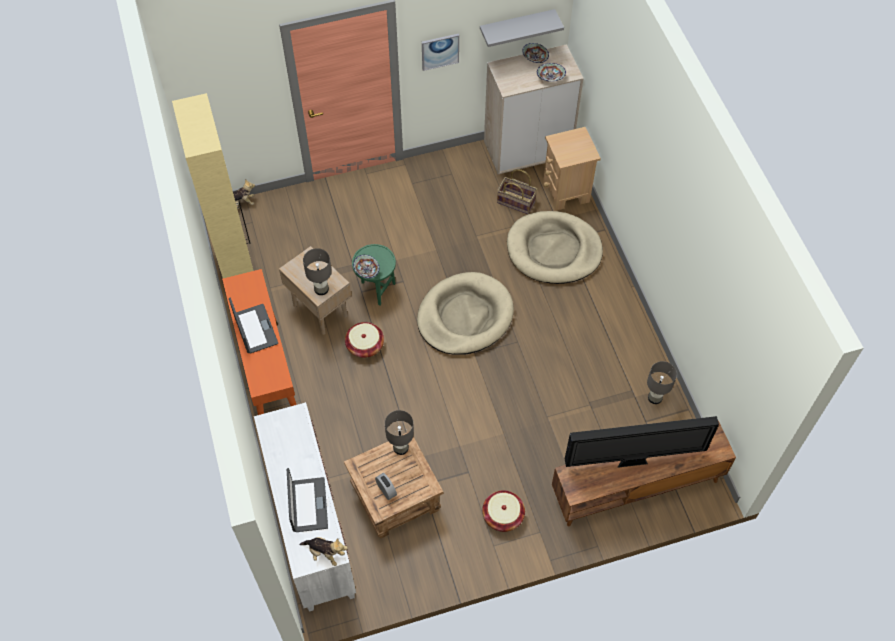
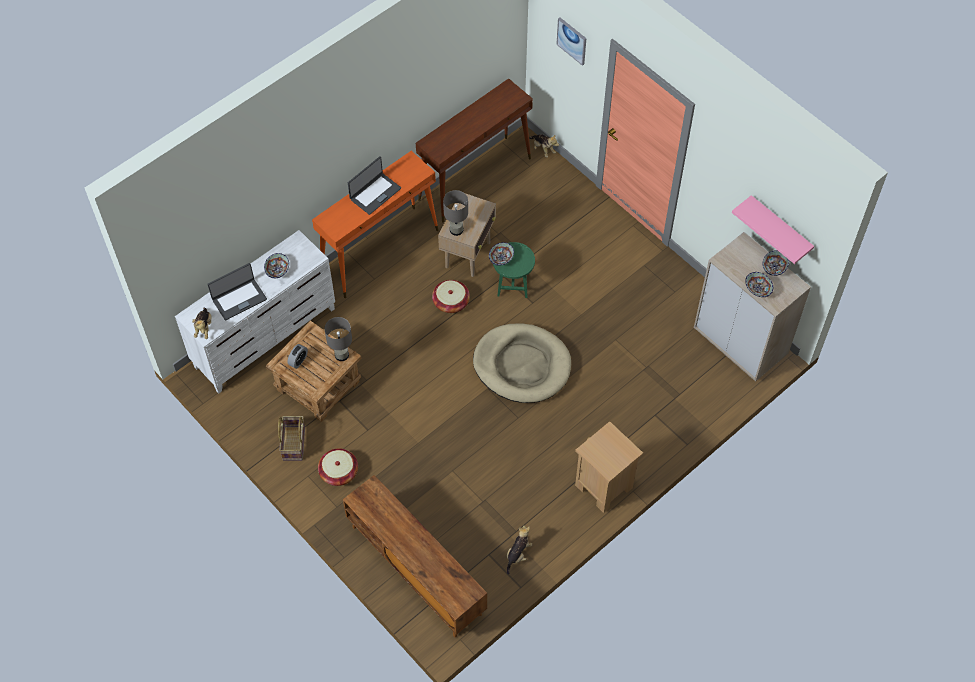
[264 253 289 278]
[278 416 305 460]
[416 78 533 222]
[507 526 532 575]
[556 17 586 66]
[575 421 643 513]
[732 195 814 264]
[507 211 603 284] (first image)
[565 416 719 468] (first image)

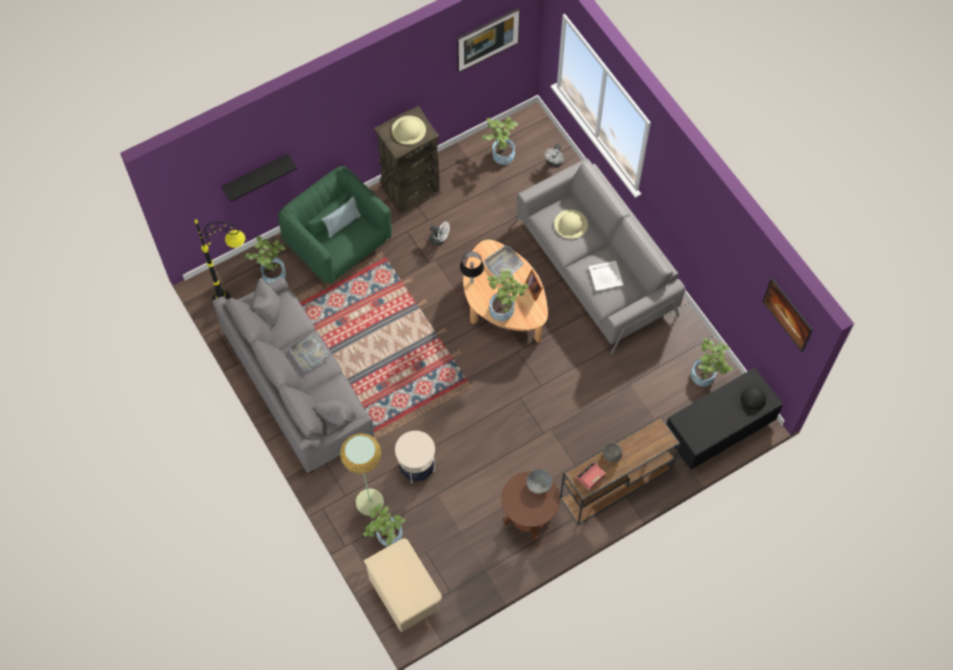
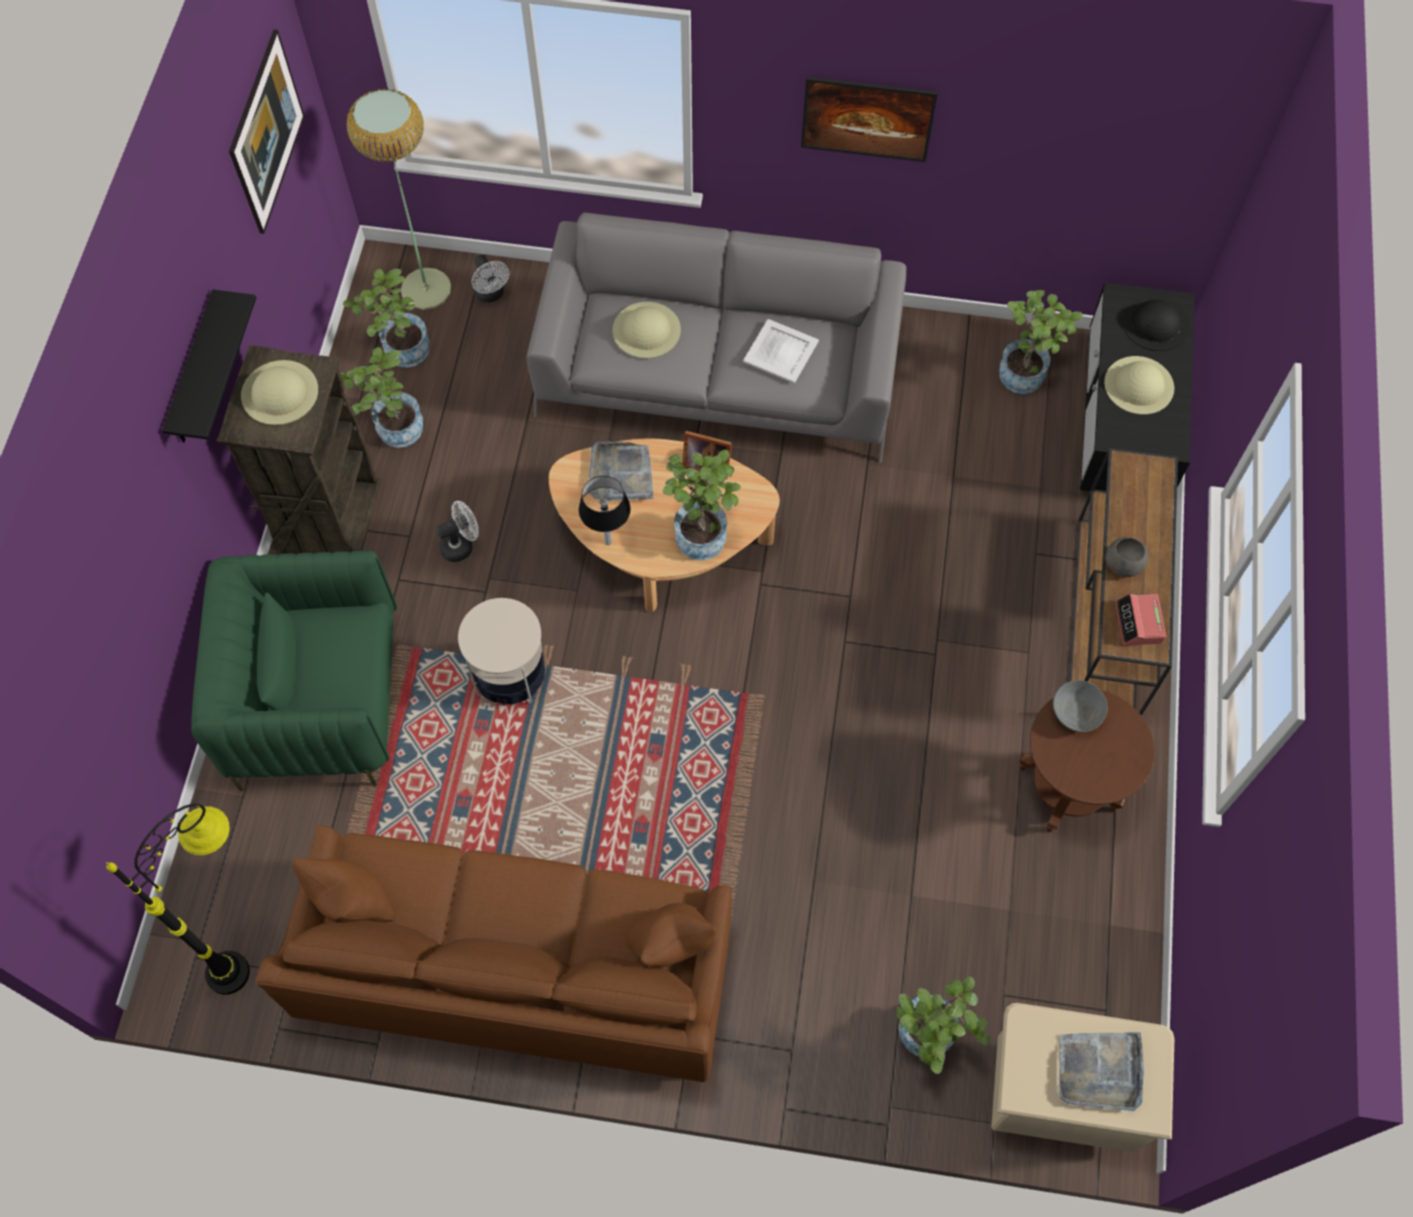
[162 289 256 443]
[256 825 732 1082]
[340 347 423 448]
[346 89 451 310]
[458 598 545 704]
[801 77 938 162]
[1059 1032 1144 1111]
[1104 356 1174 415]
[321 197 361 238] (first image)

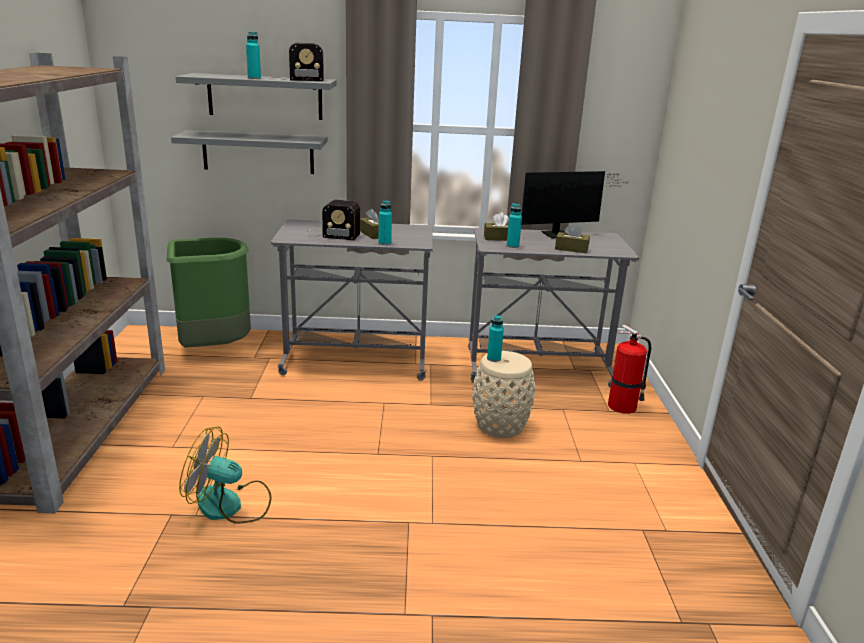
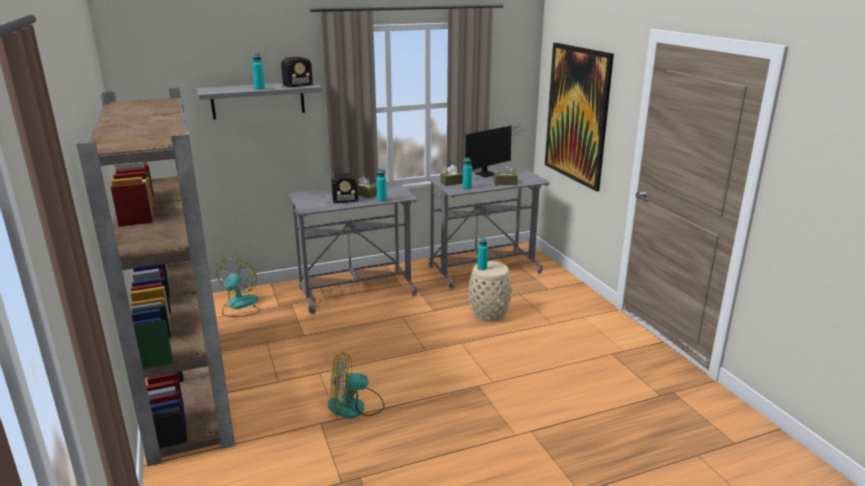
[216 258 261 317]
[545 43 614 192]
[171 130 328 174] (first image)
[608 324 651 414] (first image)

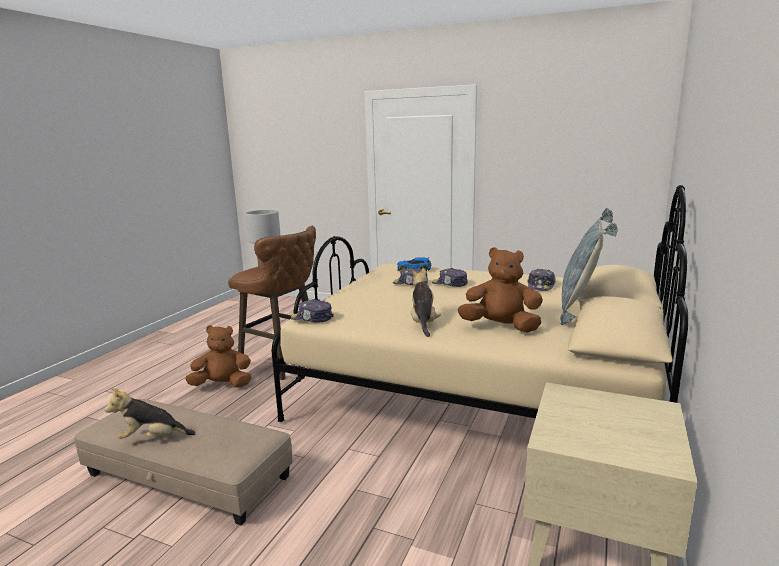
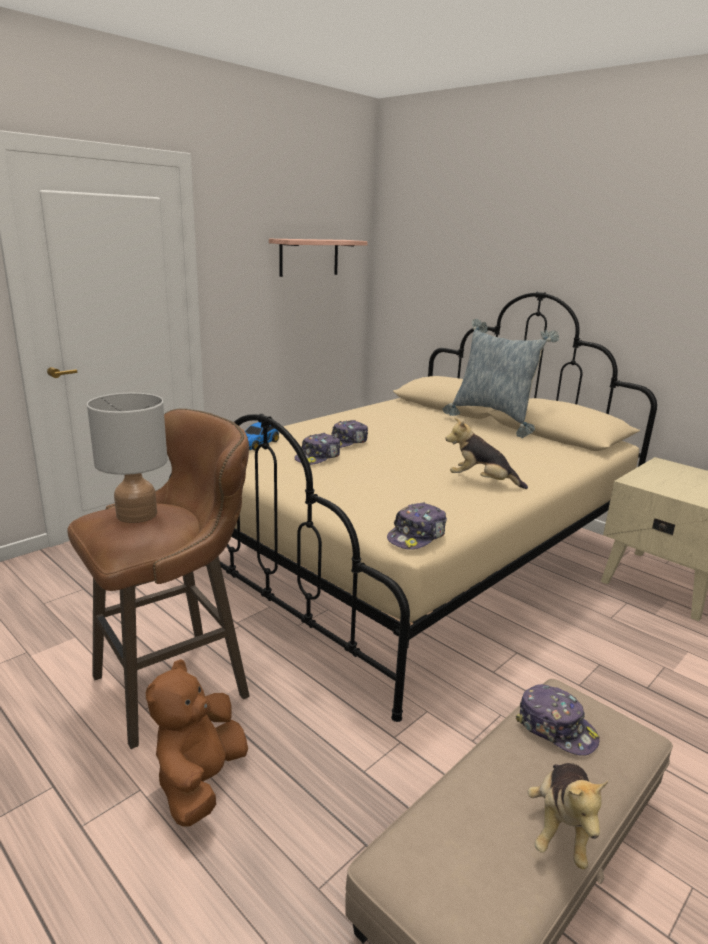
[269 239 368 277]
[515 684 599 756]
[457 247 543 333] (first image)

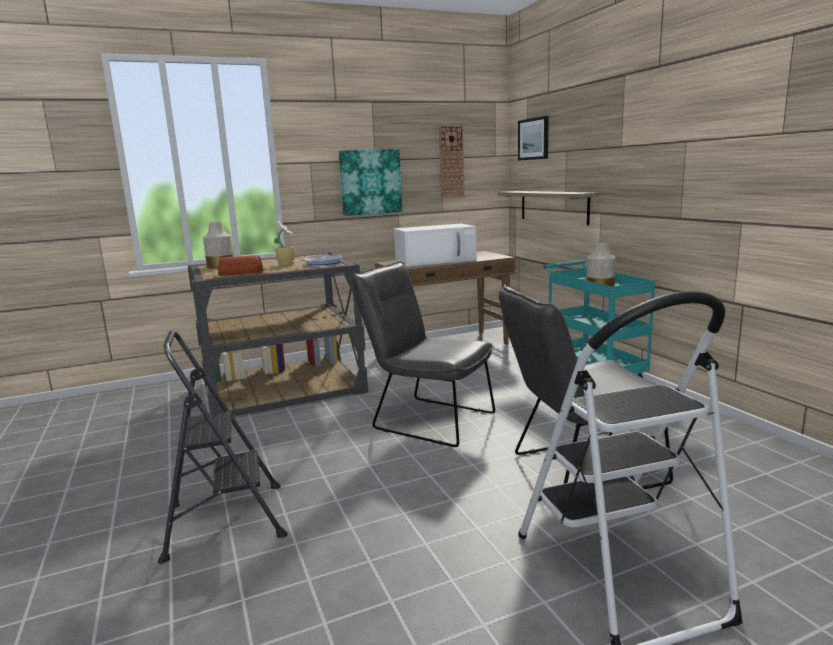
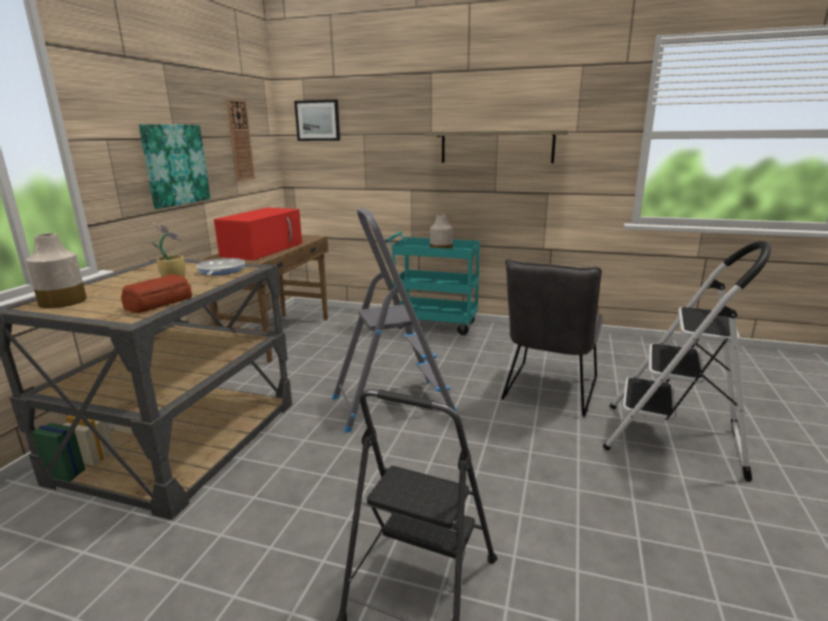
[214 207 302 261]
[332 207 456 433]
[424 130 569 163]

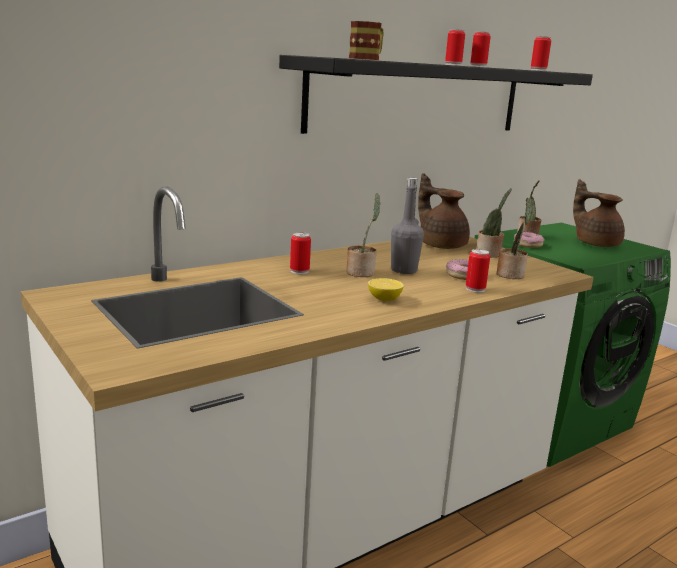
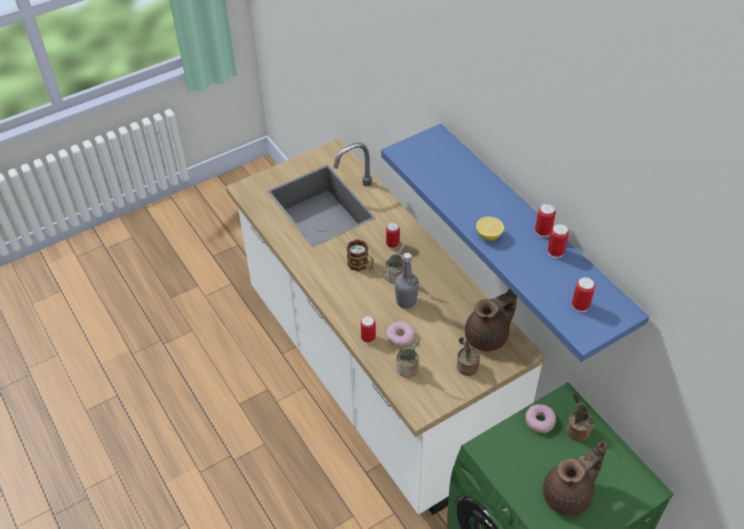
[347 239 374 271]
[381 123 649 362]
[476 216 504 240]

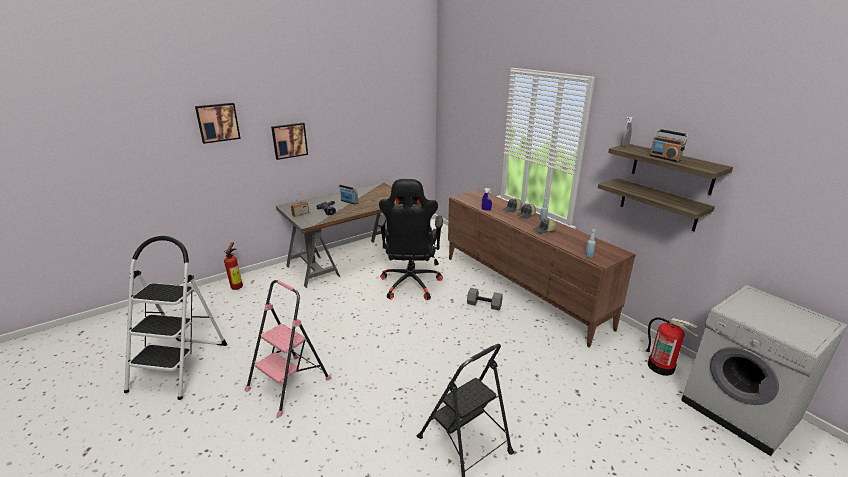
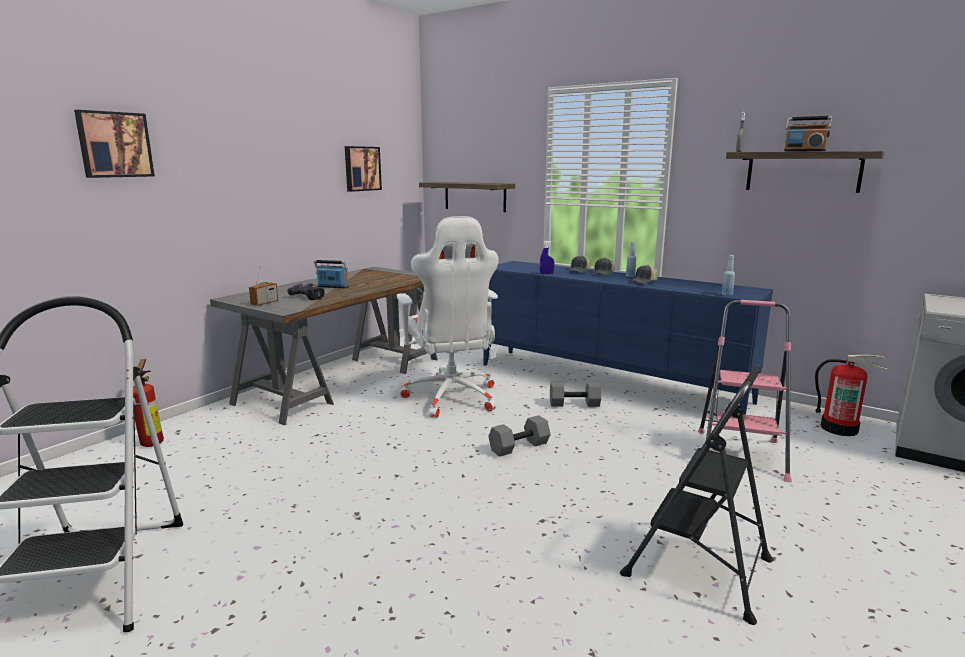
[345 146 382 192]
[397 216 498 418]
[419 182 515 212]
[483 261 773 415]
[488 415 551 457]
[698 300 792 482]

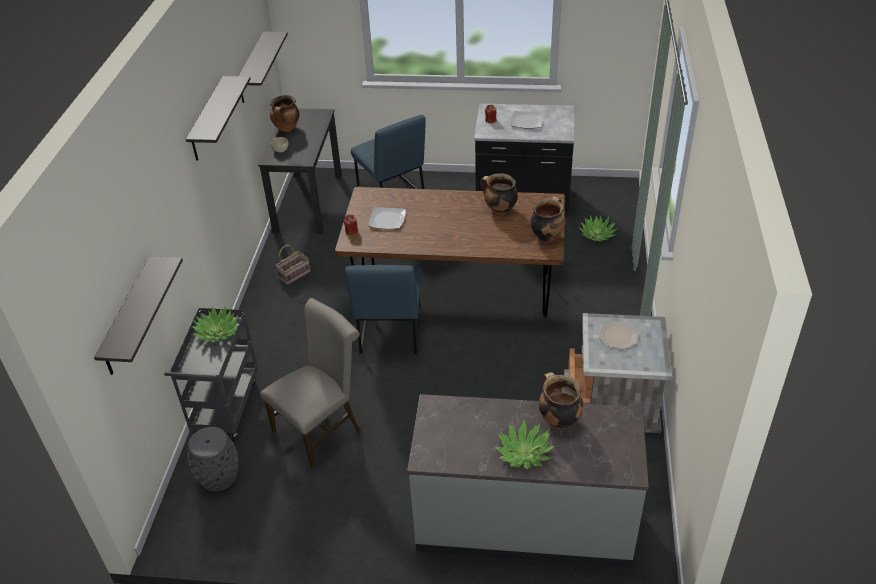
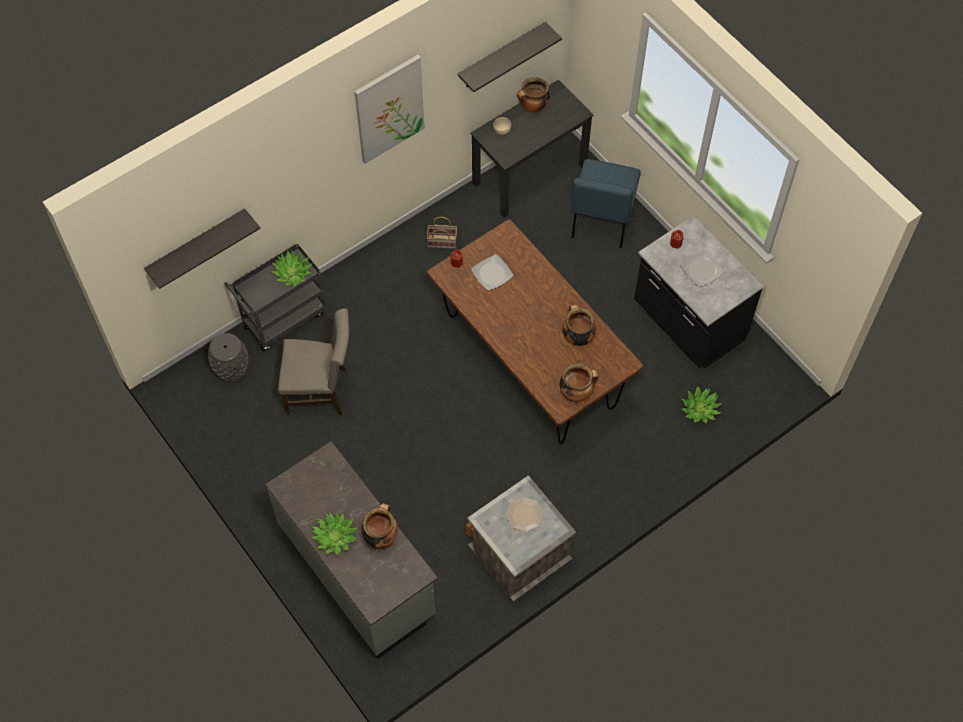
[354 55 425 164]
[345 265 421 354] (first image)

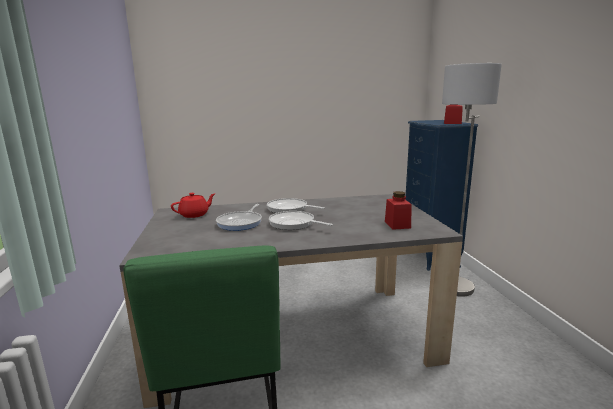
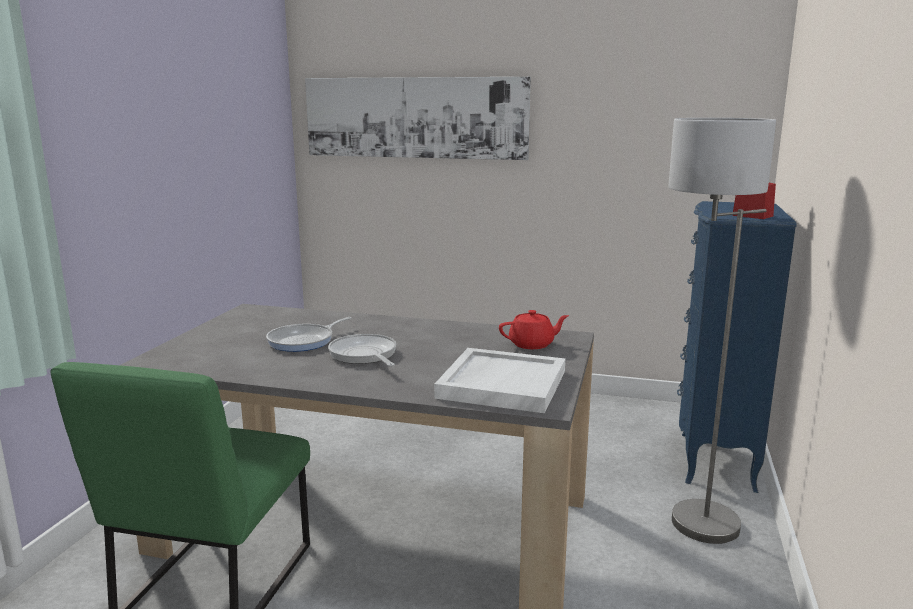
[305 77 531 160]
[434 348 565 413]
[499 310 569 349]
[267 198 325 213] (first image)

